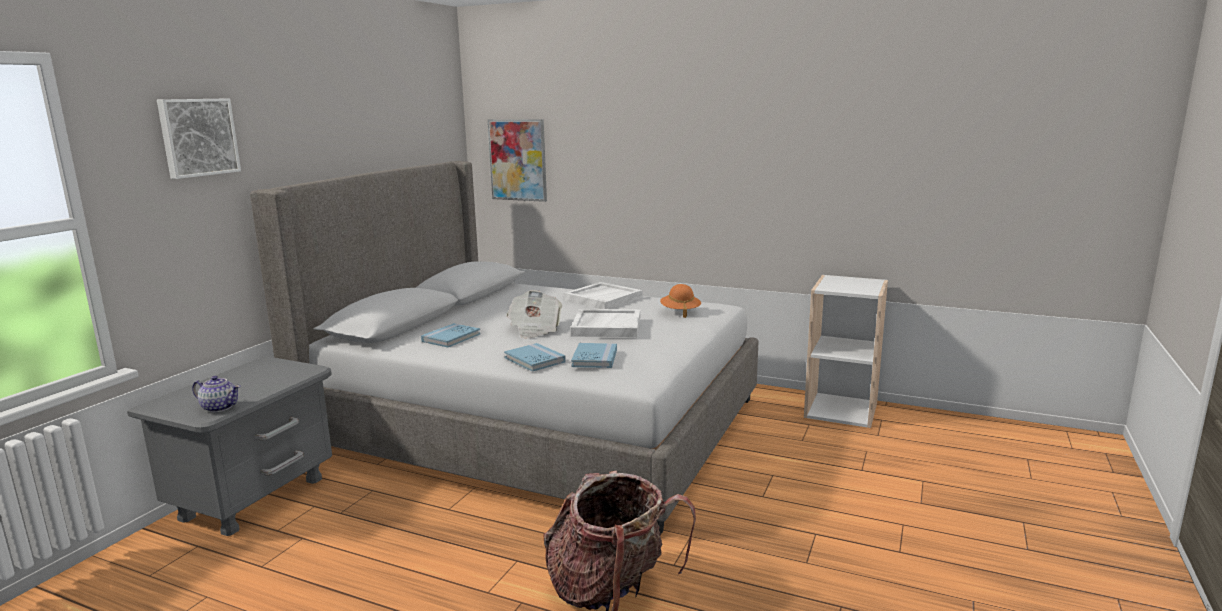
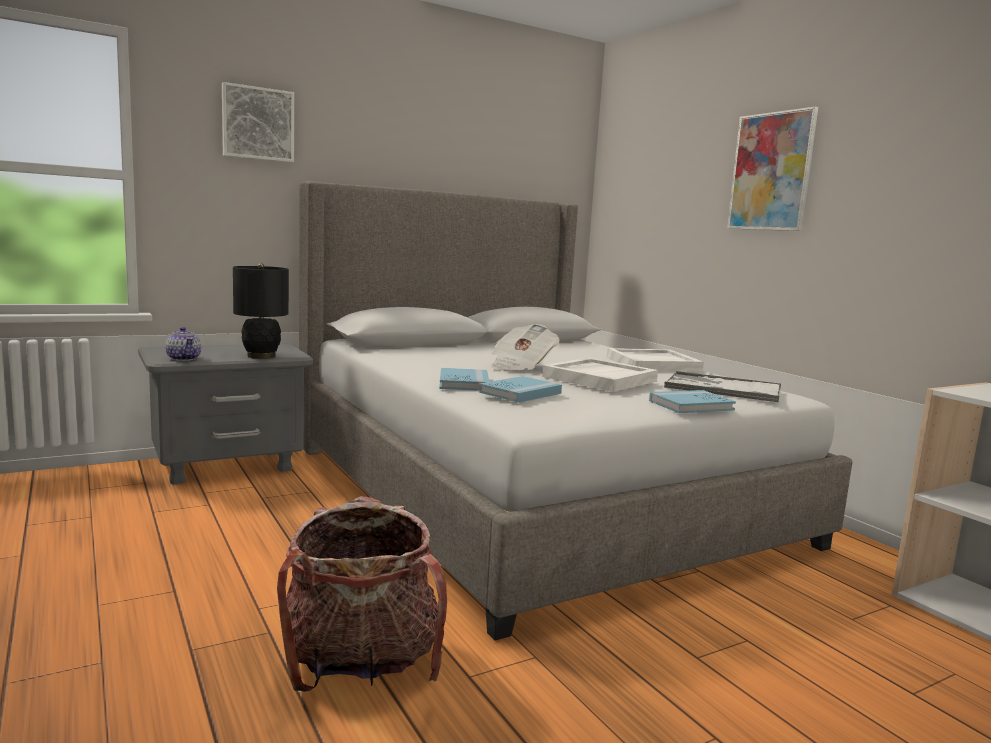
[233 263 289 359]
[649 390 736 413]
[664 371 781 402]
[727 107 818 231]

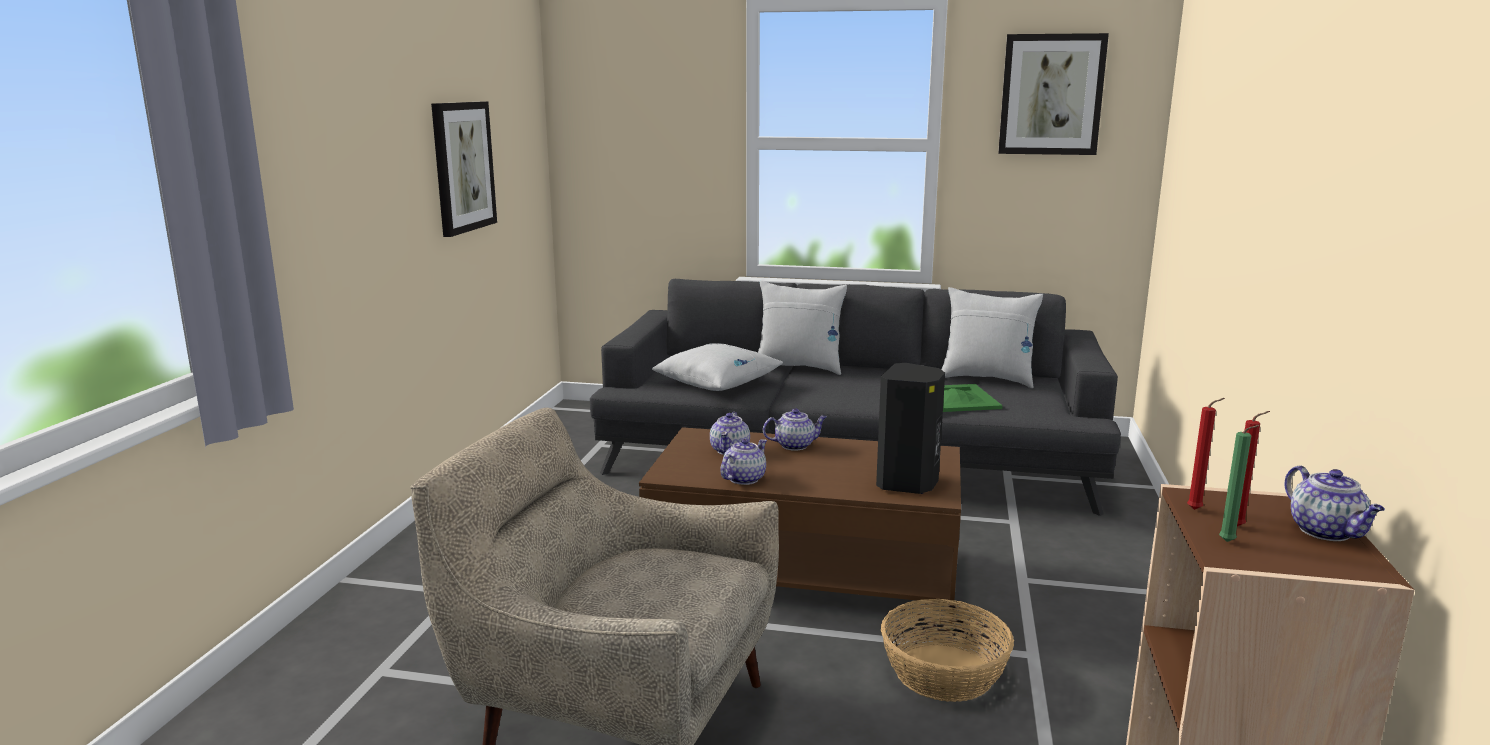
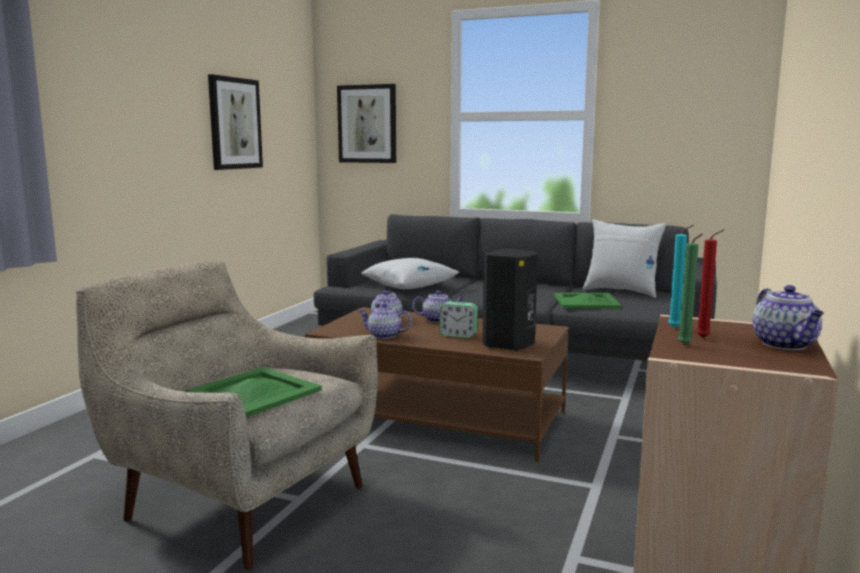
[186 367 322 417]
[337 84 396 163]
[358 303 412 339]
[440 302 478 338]
[668 225 694 328]
[758 281 847 375] (first image)
[881 599 1014 702] (first image)

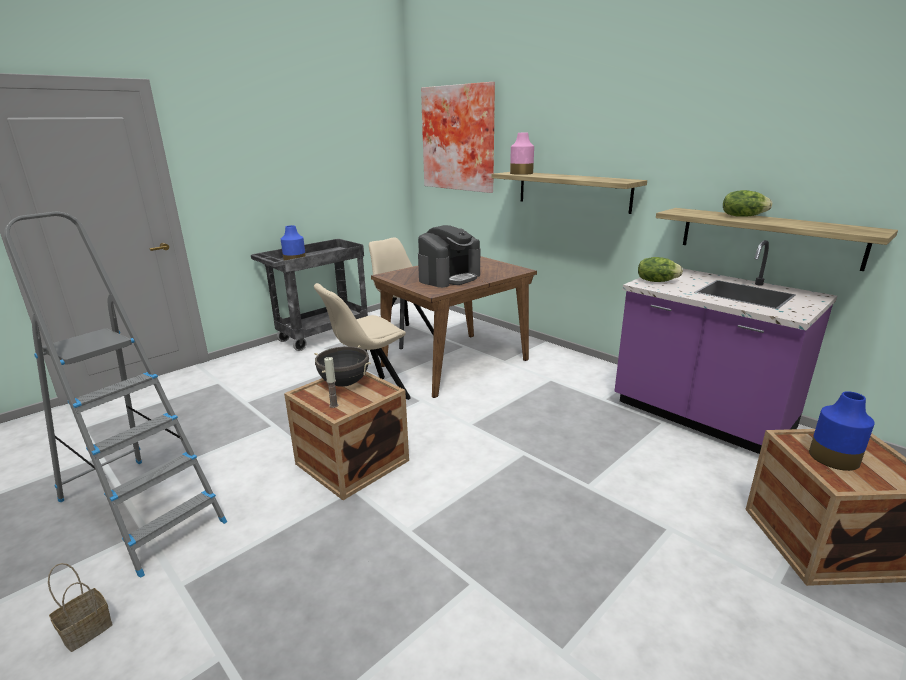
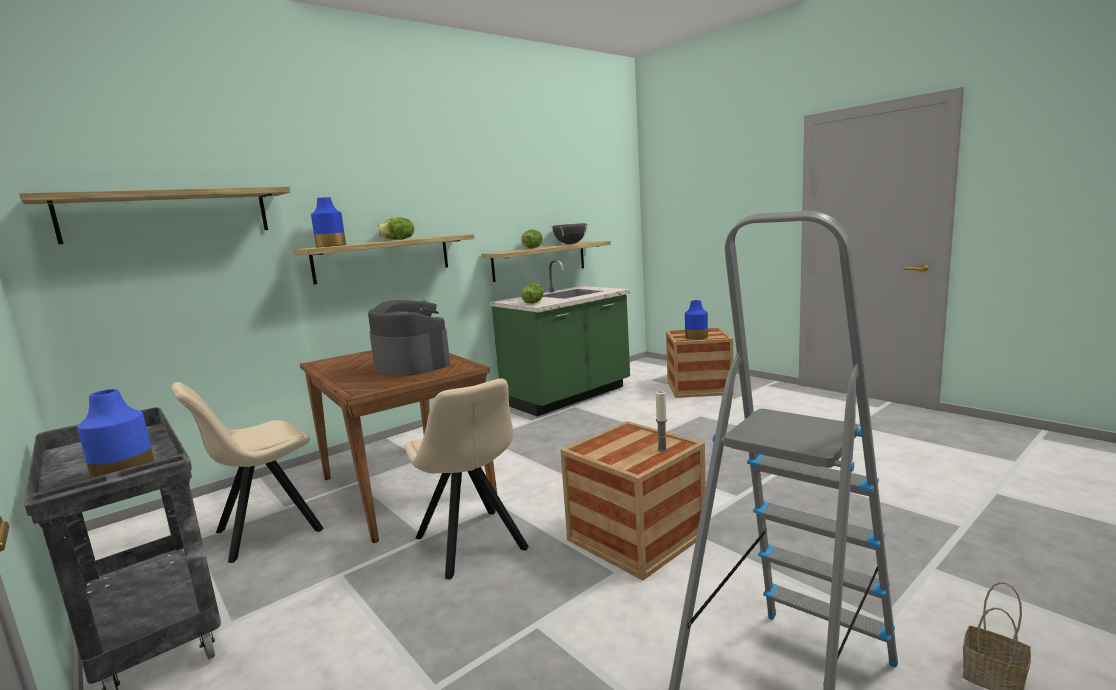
[19 187 290 244]
[311 197 346 247]
[376 217 414 240]
[490 259 631 416]
[551 223 589 244]

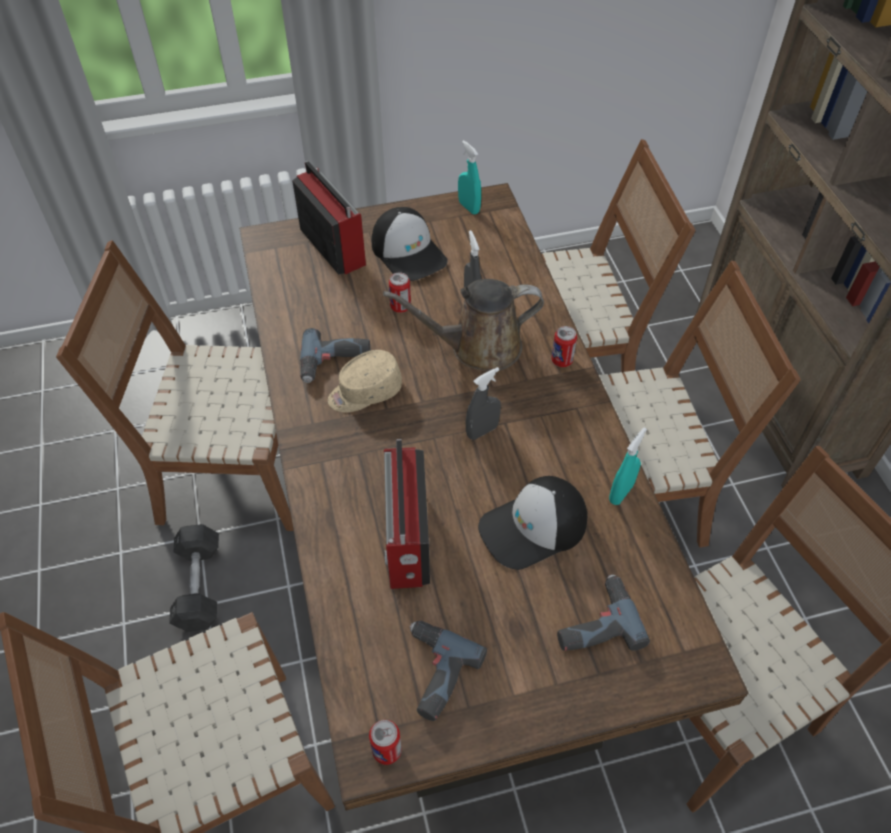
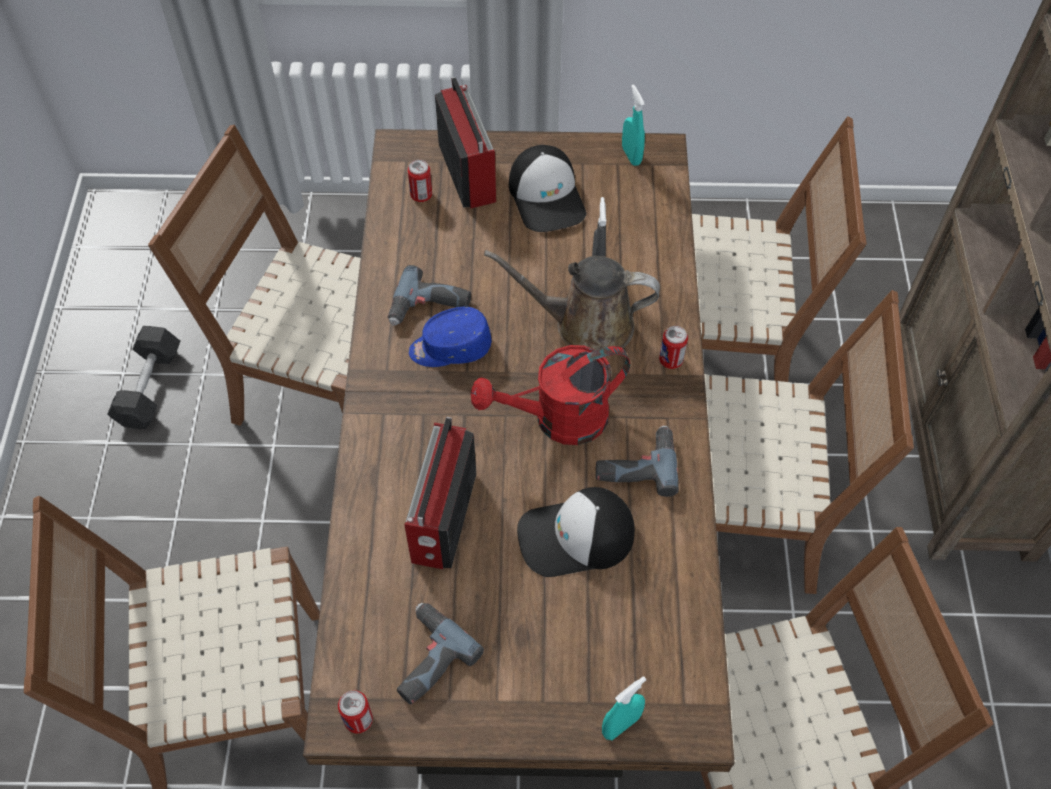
[107 326 180 429]
[408 160 432 202]
[409 307 492 367]
[471 345 630 445]
[596 426 679 497]
[602 676 646 740]

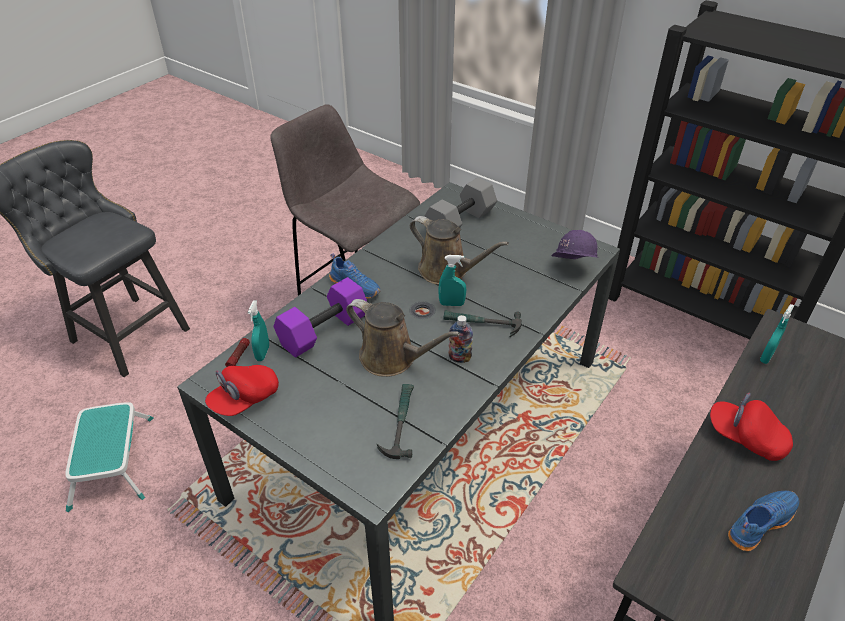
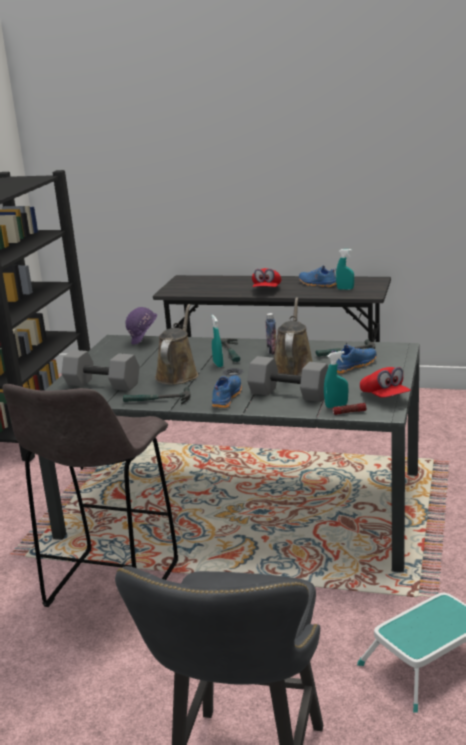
[123 387 190 405]
[247 356 328 402]
[331 345 377 374]
[336 249 354 290]
[360 367 411 398]

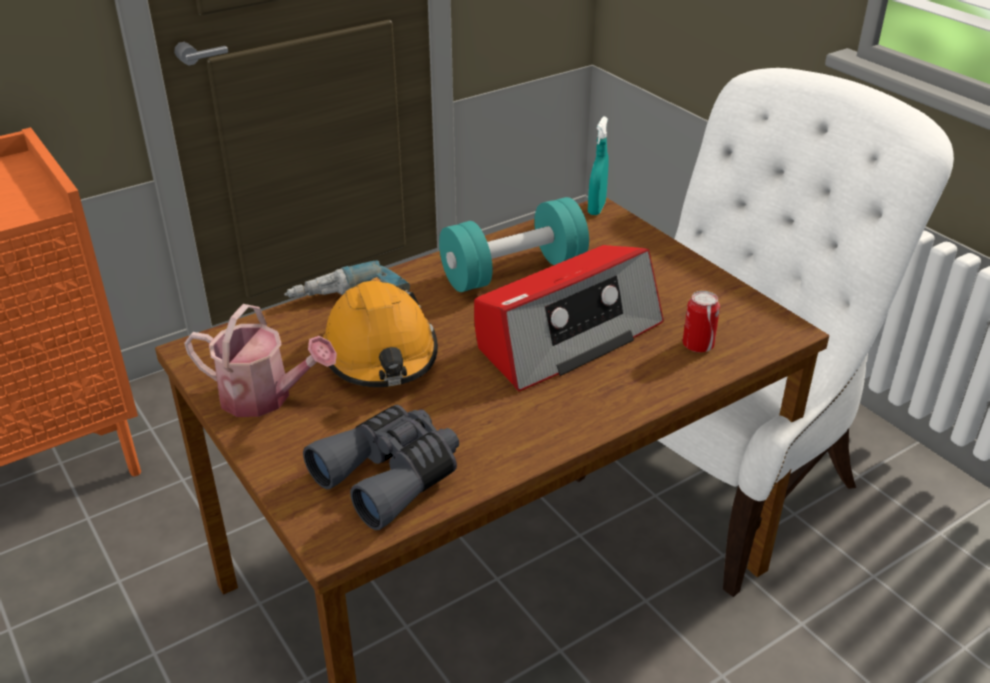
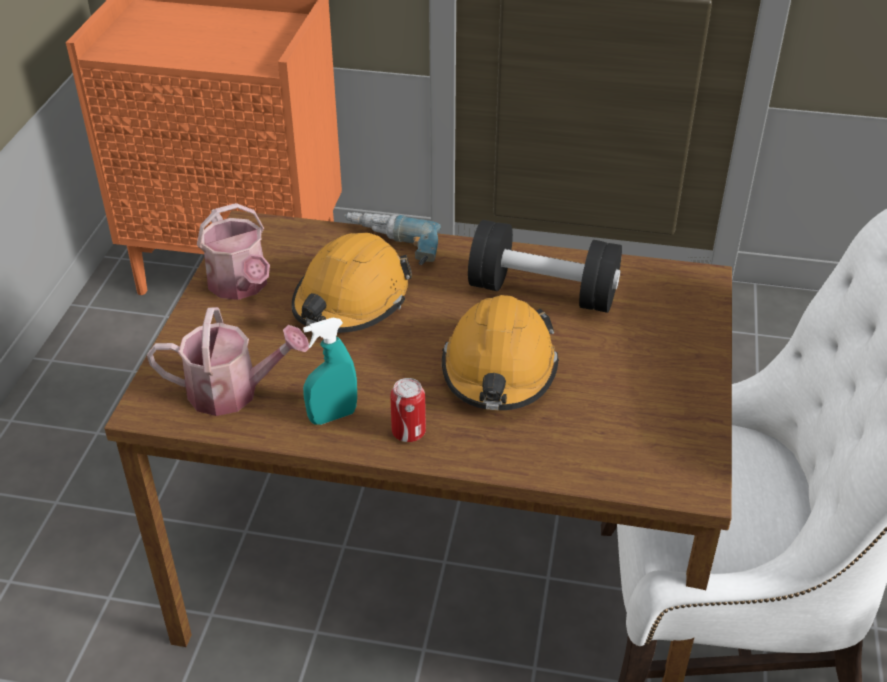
[147 307 309 416]
[303 318 357 425]
[390 378 426 442]
[442 295 559 410]
[468 220 622 313]

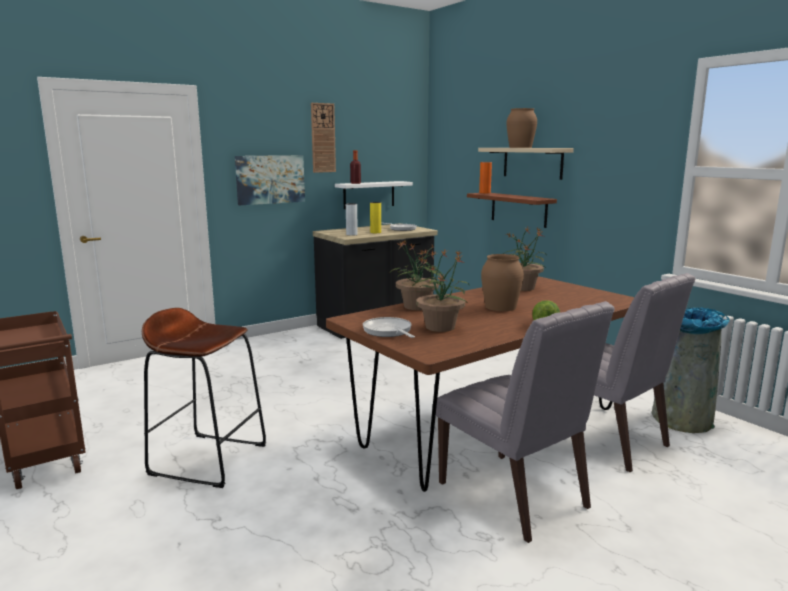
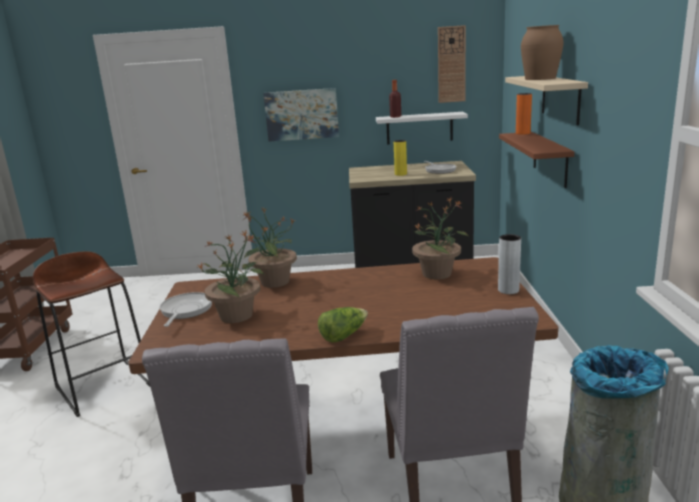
[438 25 466 103]
[498 234 521 294]
[481 254 524 311] (first image)

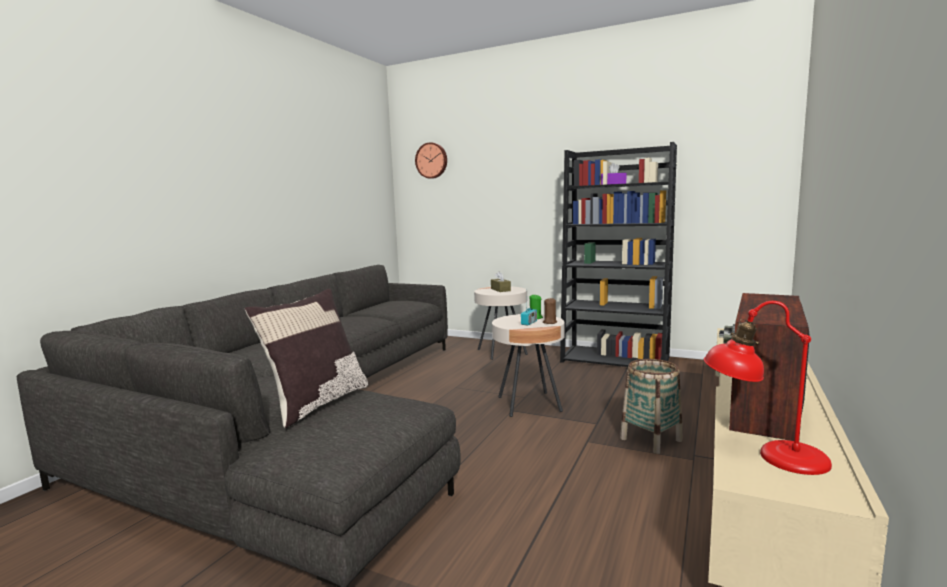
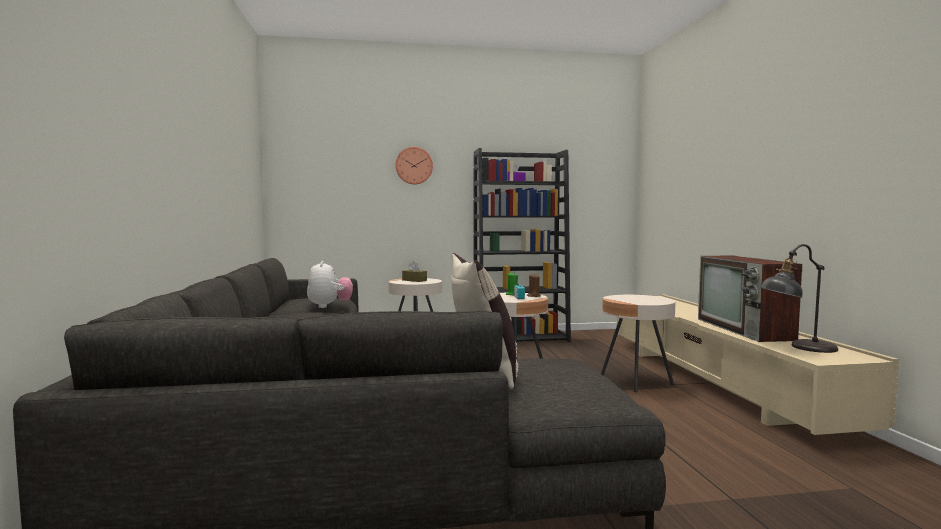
[307 261 353 308]
[396 147 433 184]
[601 295 676 392]
[760 244 838 353]

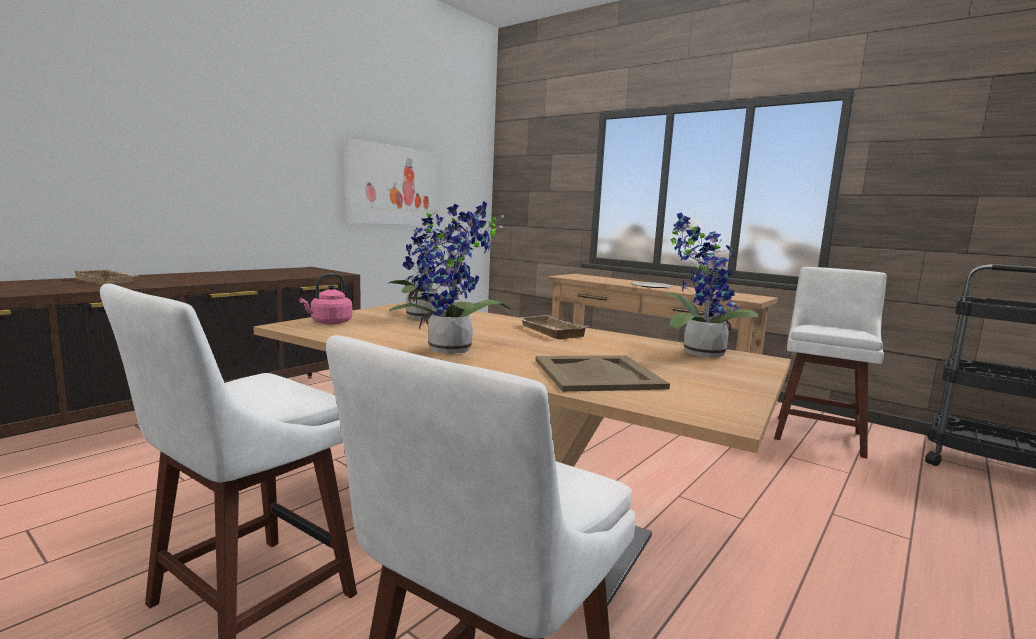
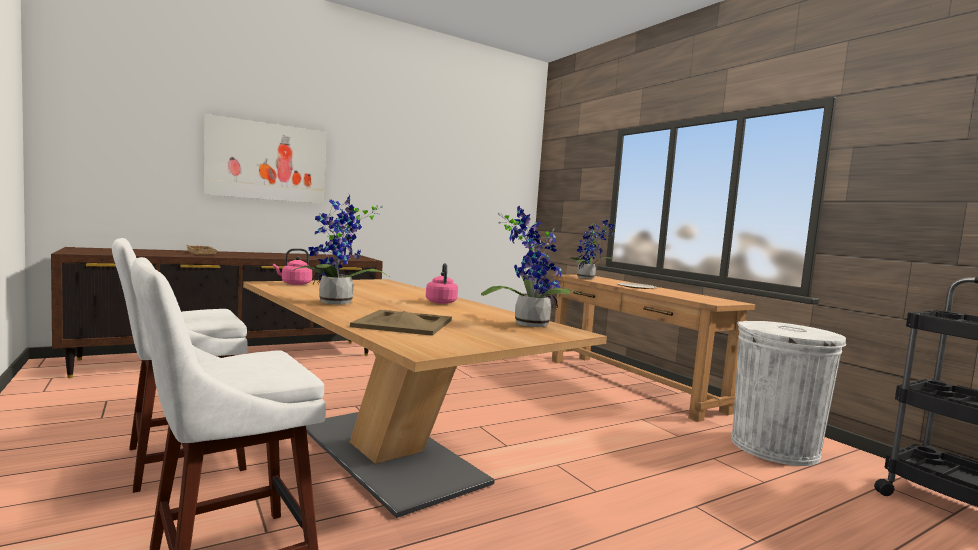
[203 114 326 204]
[426 263 458 304]
[569 219 615 279]
[731 321 846 466]

